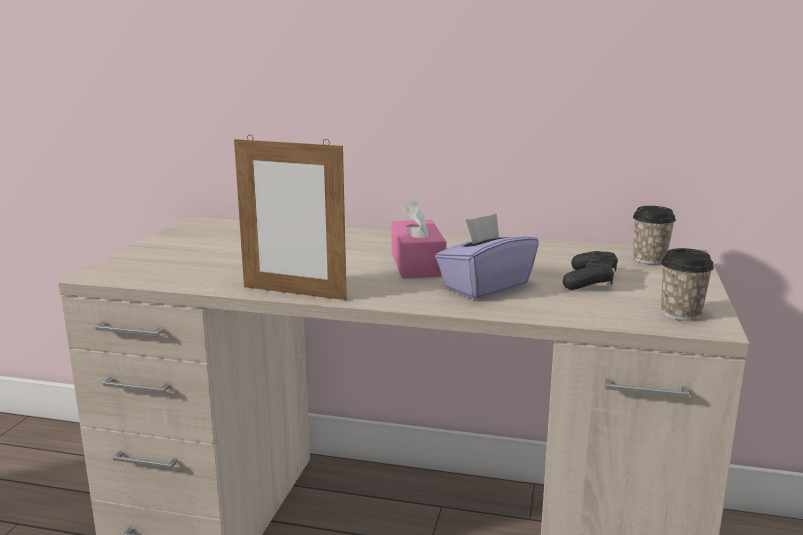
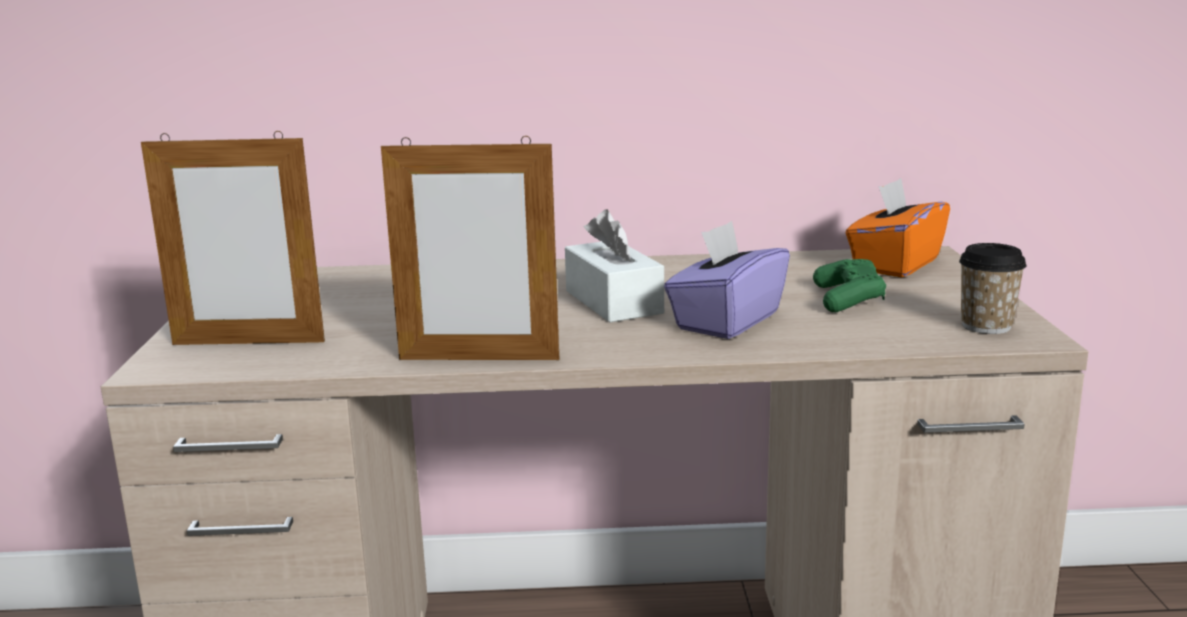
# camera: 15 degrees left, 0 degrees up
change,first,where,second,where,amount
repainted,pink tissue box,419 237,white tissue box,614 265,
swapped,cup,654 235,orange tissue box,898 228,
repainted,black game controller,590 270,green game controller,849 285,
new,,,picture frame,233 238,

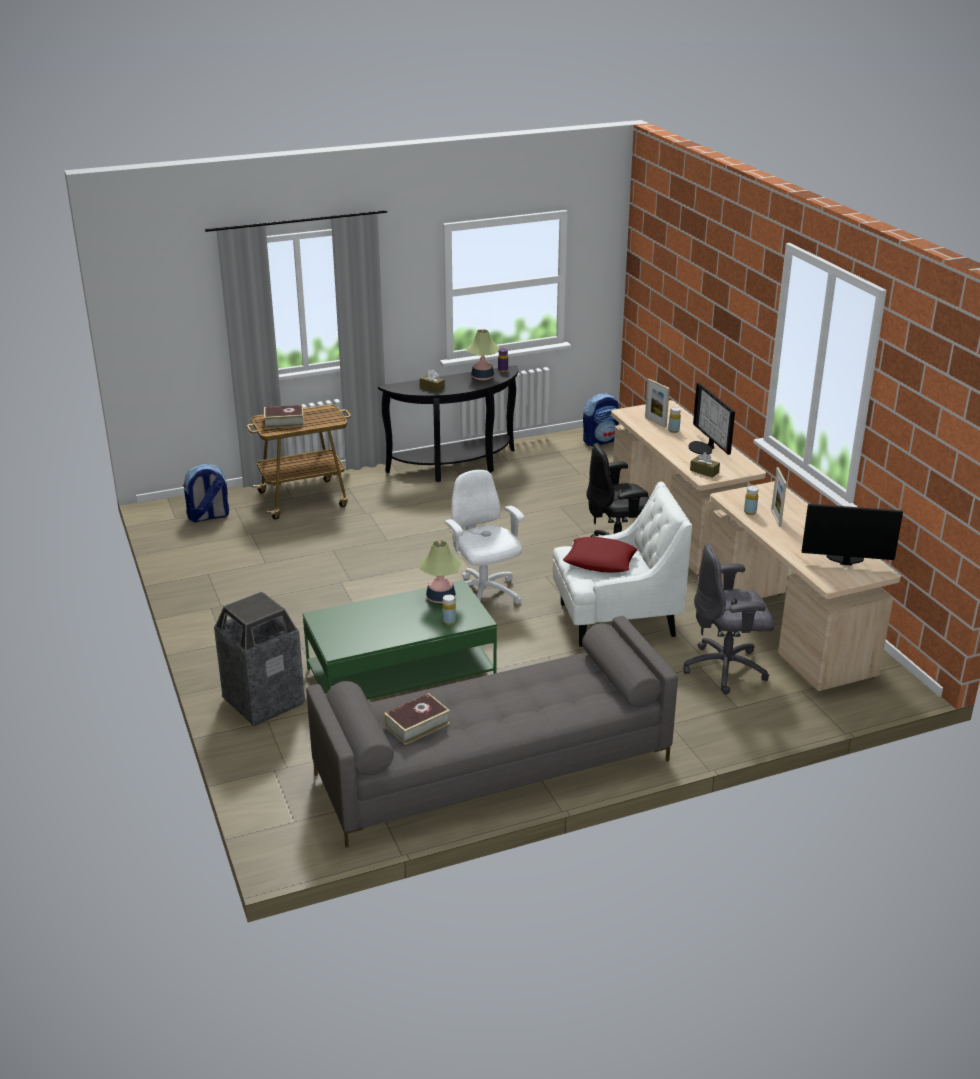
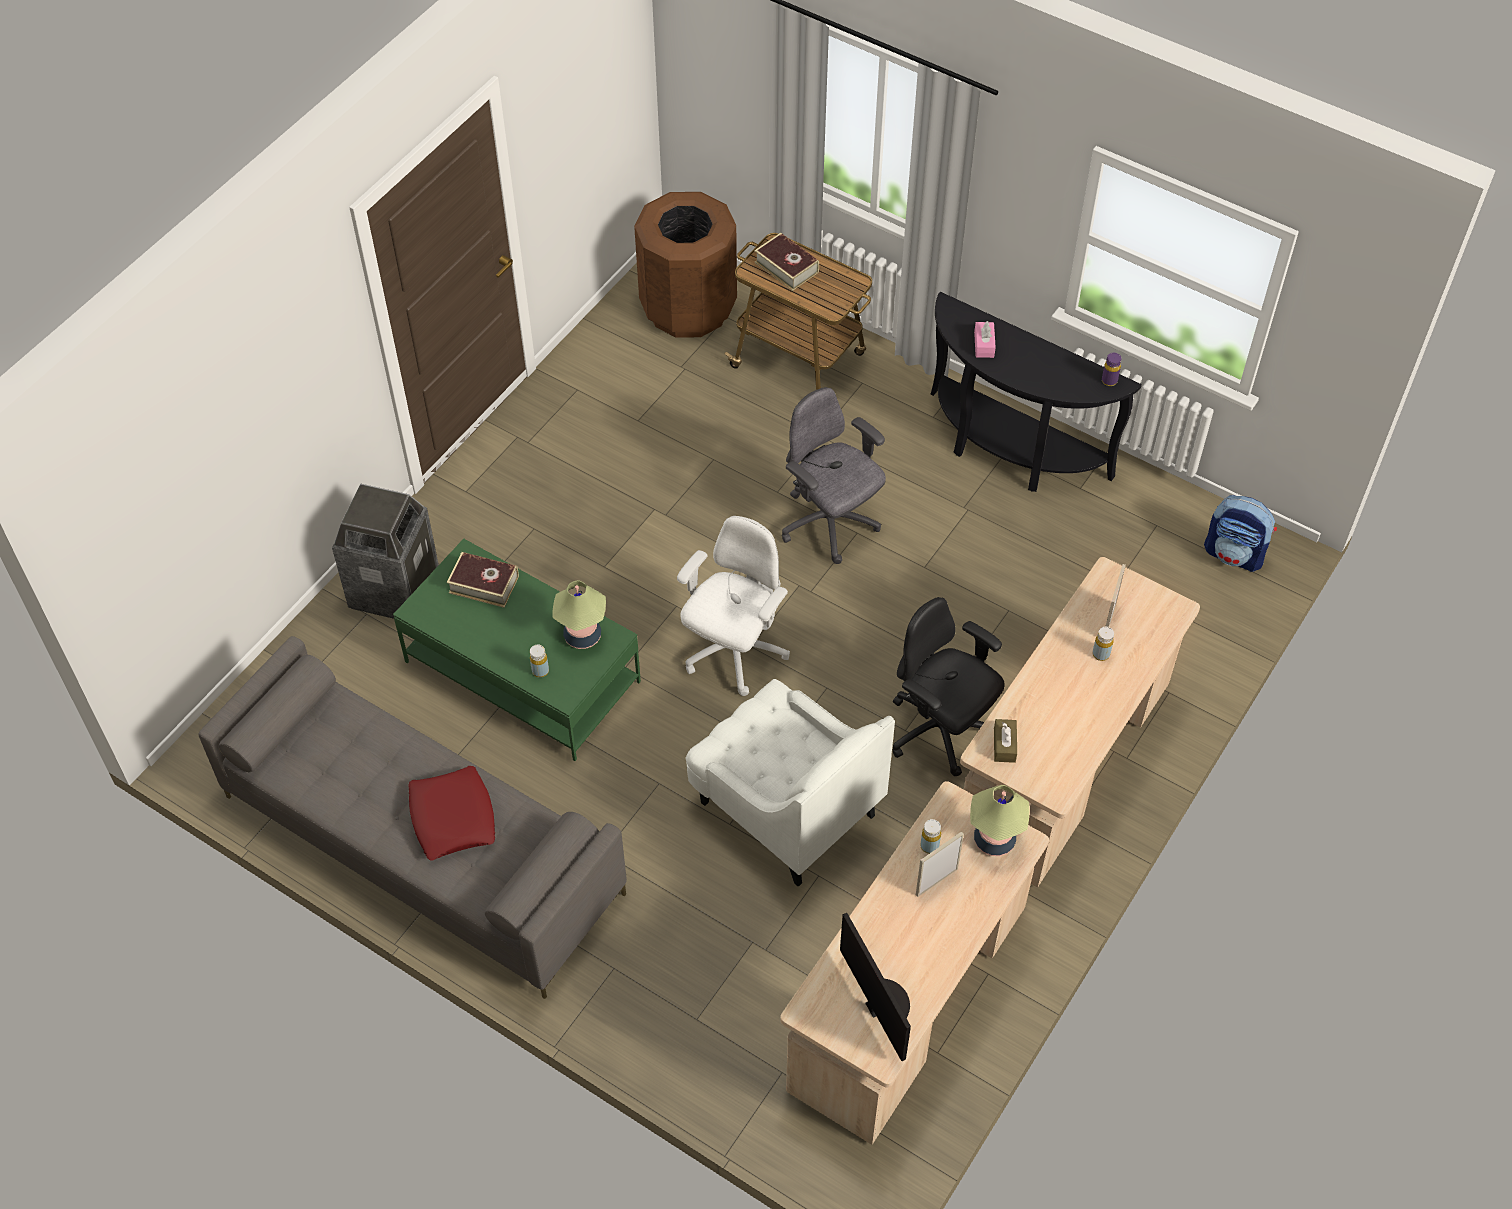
# camera: 55 degrees right, 25 degrees up
change,first,where,second,where,amount
shifted,table lamp,482 354,,999 820,
repainted,brown tissue box,432 381,pink tissue box,985 339,
gone,monitor,711 419,,,
swapped,backpack,206 493,brown trash can,685 265,
shifted,red pillow,600 554,,452 813,
shifted,grey office chair,728 618,,834 475,
shifted,book,417 719,,483 580,

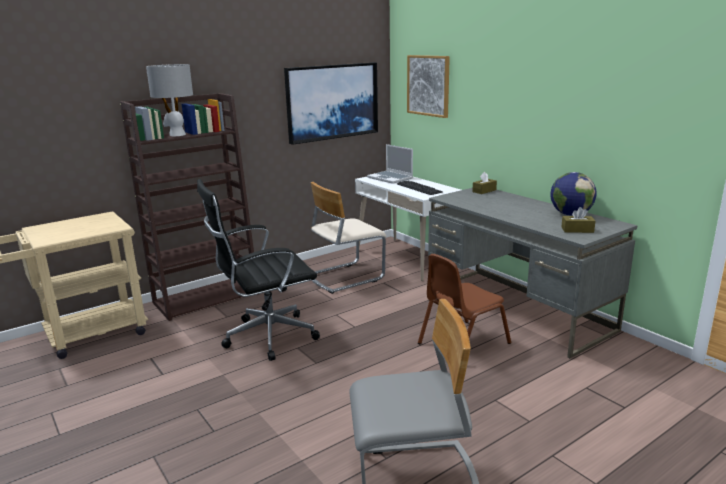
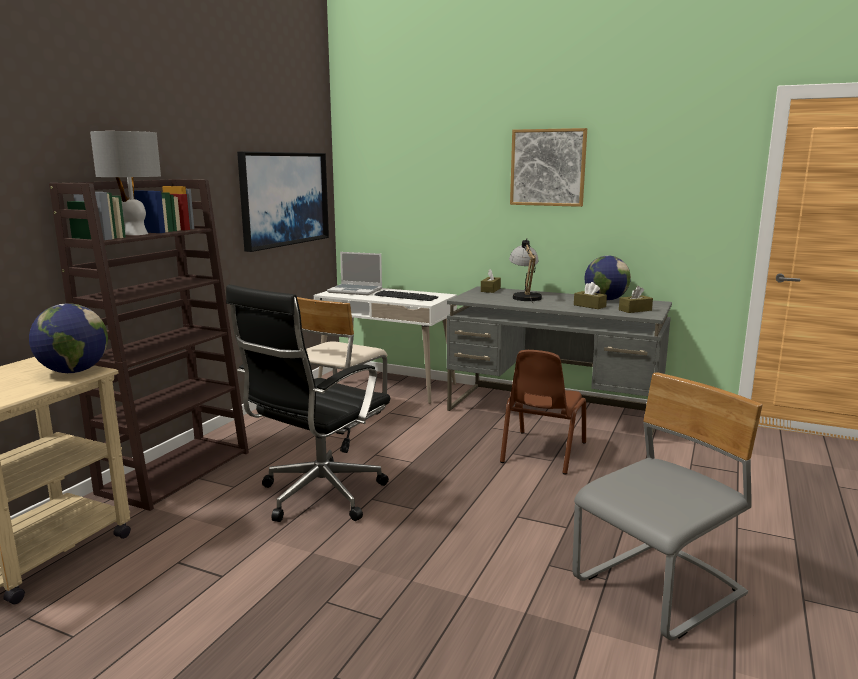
# camera: 30 degrees left, 5 degrees down
change,first,where,second,where,amount
shifted,picture,428 86,,548 167,
new,,,table lamp,525 270,
new,,,brown tissue box,590 295,
new,,,globe,68 338,

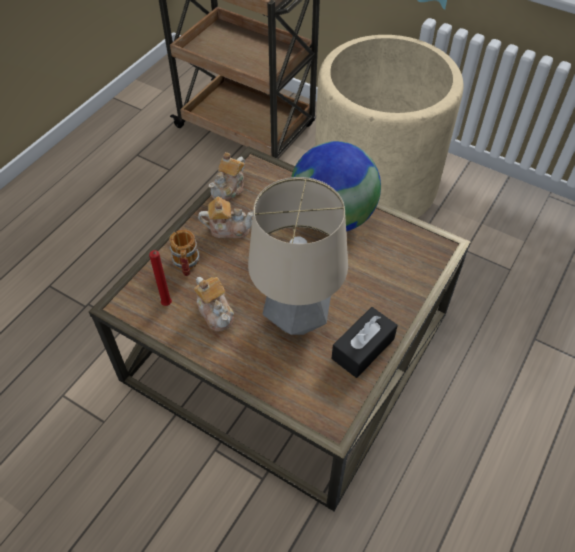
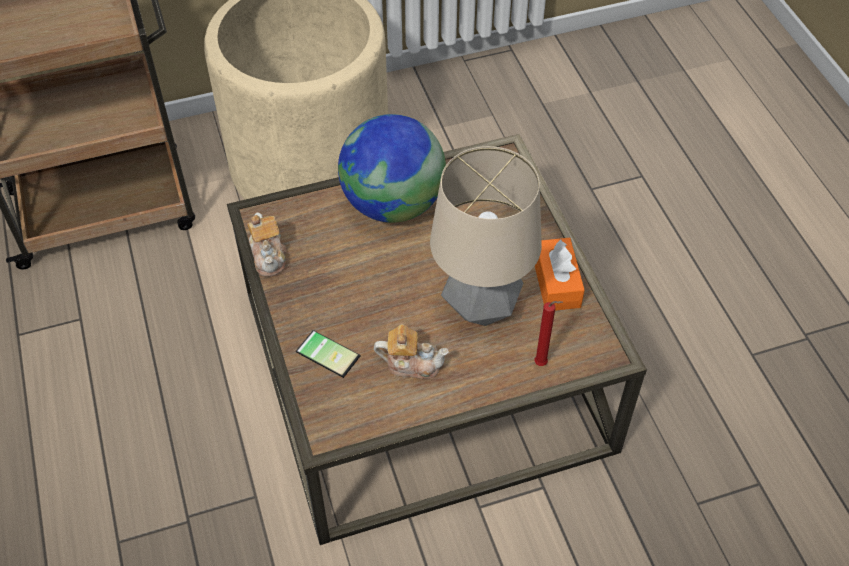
# camera: 50 degrees left, 0 degrees up
change,first,where,second,where,amount
gone,teapot,225 217,,,
swapped,mug,184 253,phone,328 354,
shifted,red candle,160 278,,548 333,
repainted,black tissue box,365 342,orange tissue box,560 274,

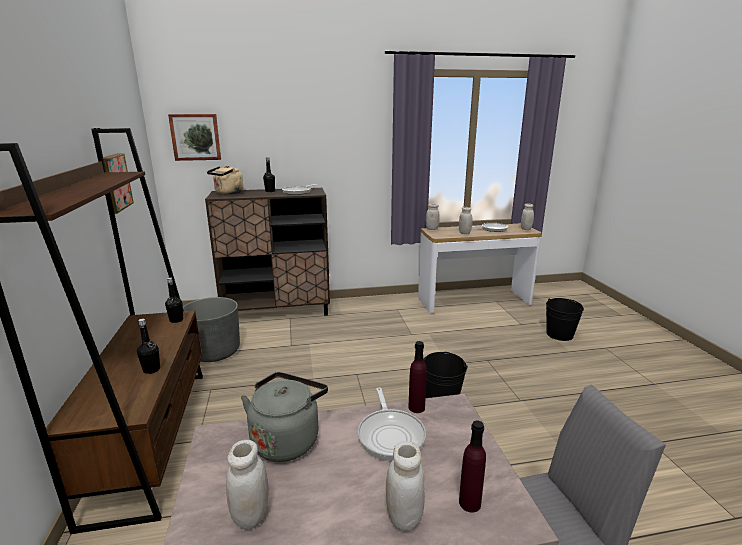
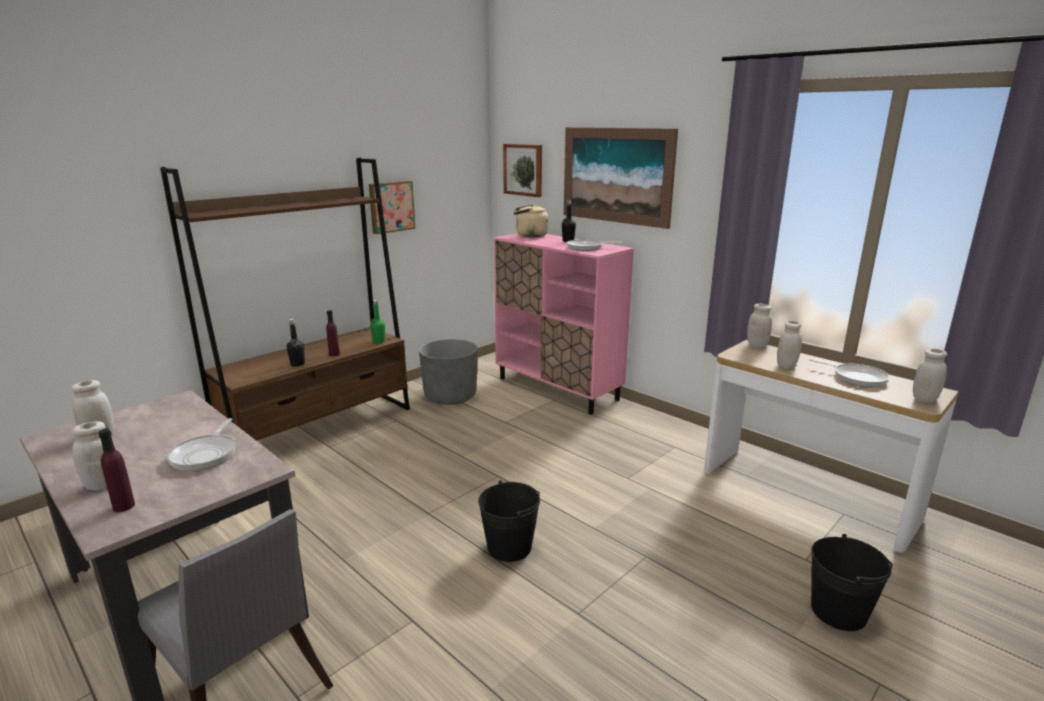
# camera: 55 degrees right, 0 degrees up
change,first,where,second,where,amount
repainted,brown cabinet,267 252,pink cabinet,564 323,
repainted,black bottle,174 300,green bottle,378 321,
shifted,purple bottle,418 377,,333 333,
gone,grey kettle,284 417,,,
rotated,frying pan,392 424,,201 444,45 degrees counterclockwise
new,,,picture,621 178,

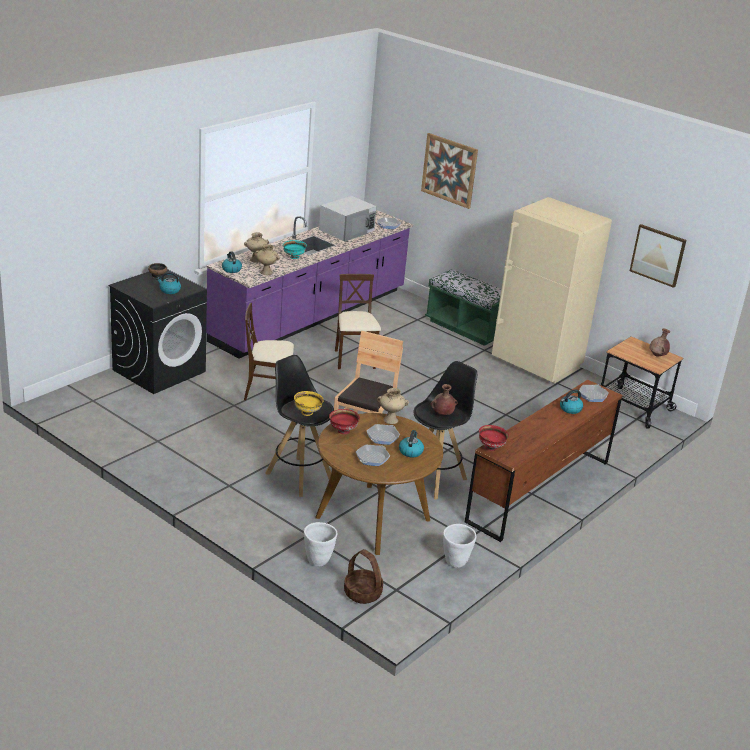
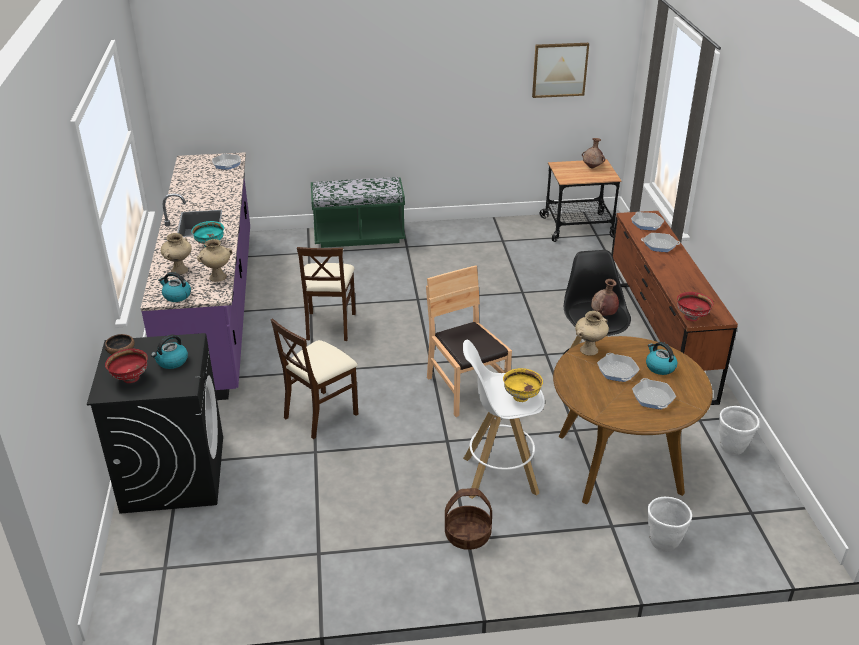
# camera: 45 degrees left, 5 degrees up
change,first,where,second,where,amount
gone,picture,449 171,,,
gone,white microwave,348 218,,,
gone,beige fridge,552 290,,,
rotated,beige chair,358 322,,326 294,120 degrees counterclockwise
repainted,black stool,299 426,white stool,504 419,
swapped,kettle,571 401,frying pan,660 242,
shifted,red bowl,344 421,,126 366,
shifted,basket,363 576,,468 519,

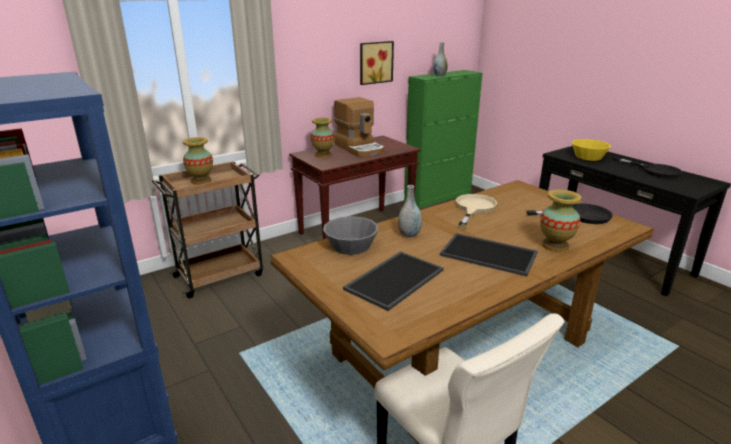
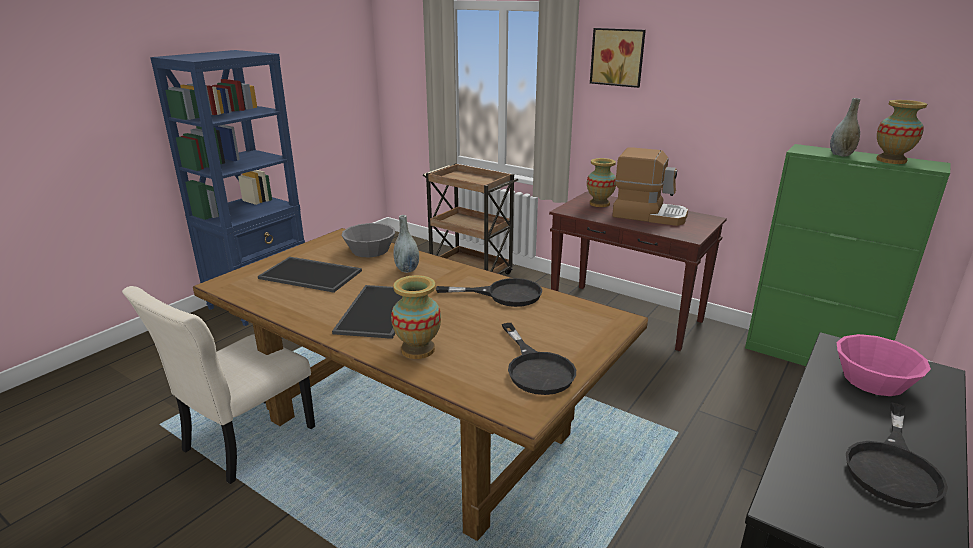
# camera: 70 degrees right, 0 degrees up
change,first,where,second,where,amount
shifted,picture,377 63,,618 58,
rotated,coffee machine,359 127,,650 186,105 degrees counterclockwise
shifted,vase,198 161,,901 132,
repainted,yellow bowl,591 150,pink bowl,883 365,
repainted,beige frying pan,476 211,black frying pan,489 292,

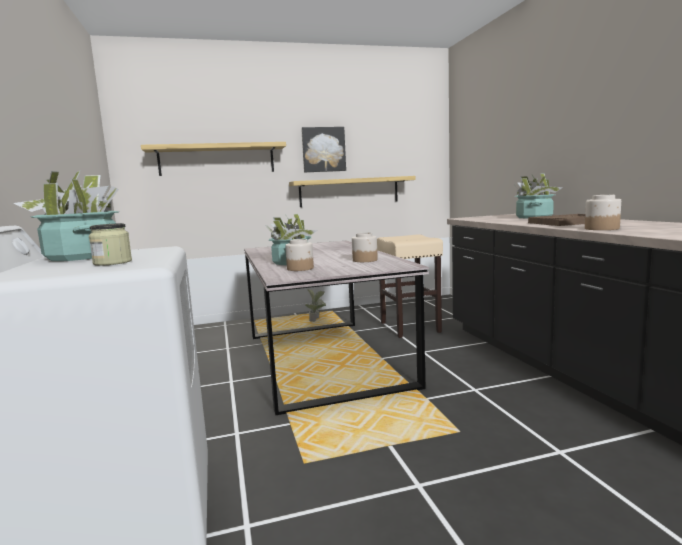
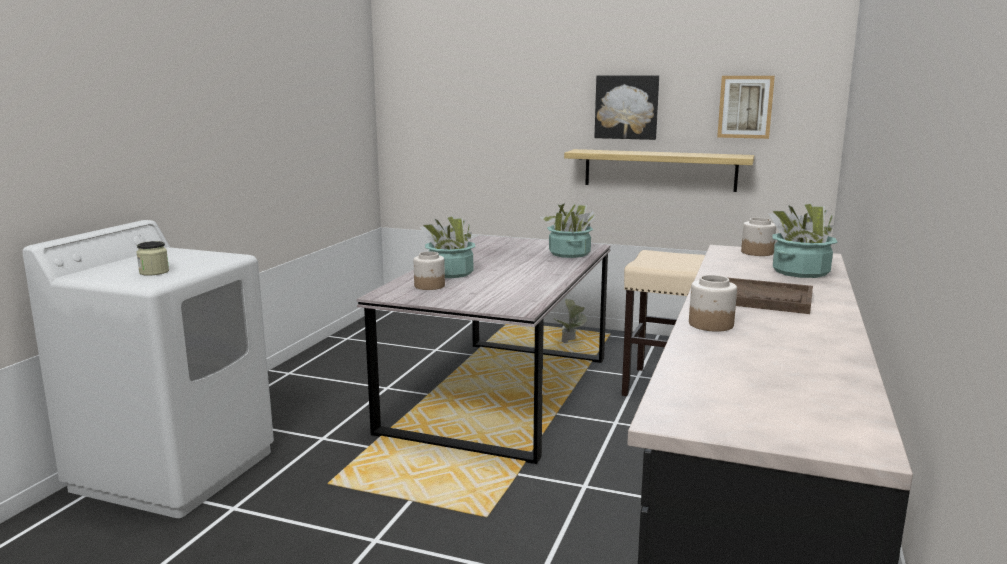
# camera: 35 degrees right, 5 degrees up
change,first,where,second,where,amount
gone,shelf,213 159,,,
shifted,potted plant,66 215,,567 231,
shifted,jar,365 247,,758 237,
new,,,picture,746 107,

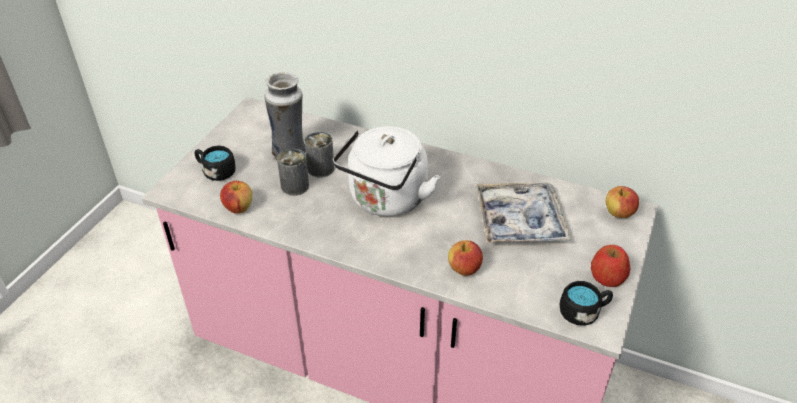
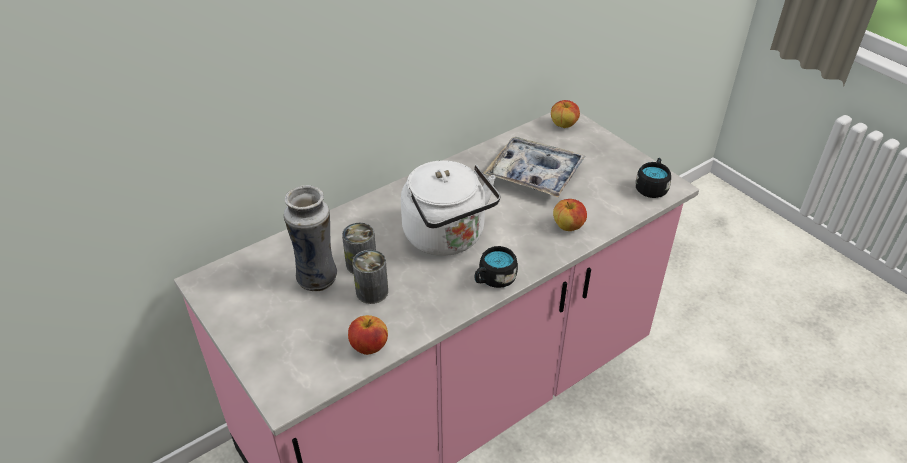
# camera: 60 degrees left, 0 degrees up
change,first,where,second,where,amount
shifted,black mug,215 163,,496 267,
gone,apple,610 266,,,

